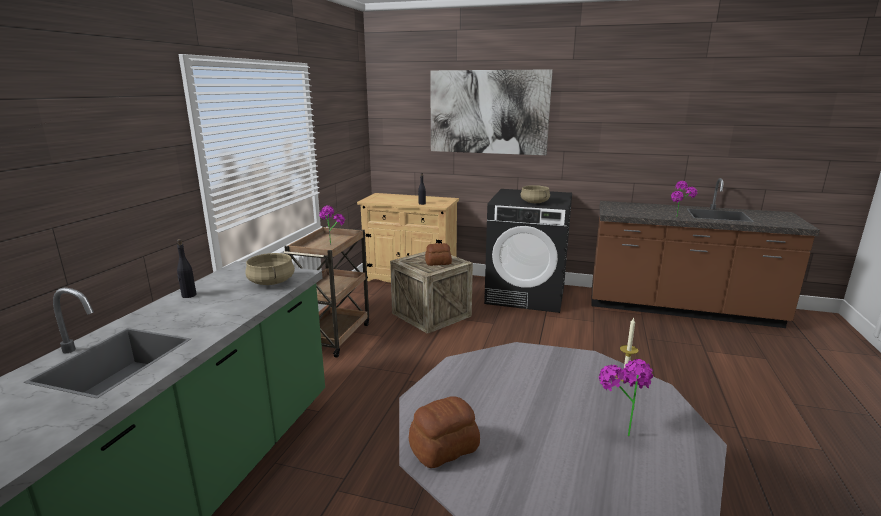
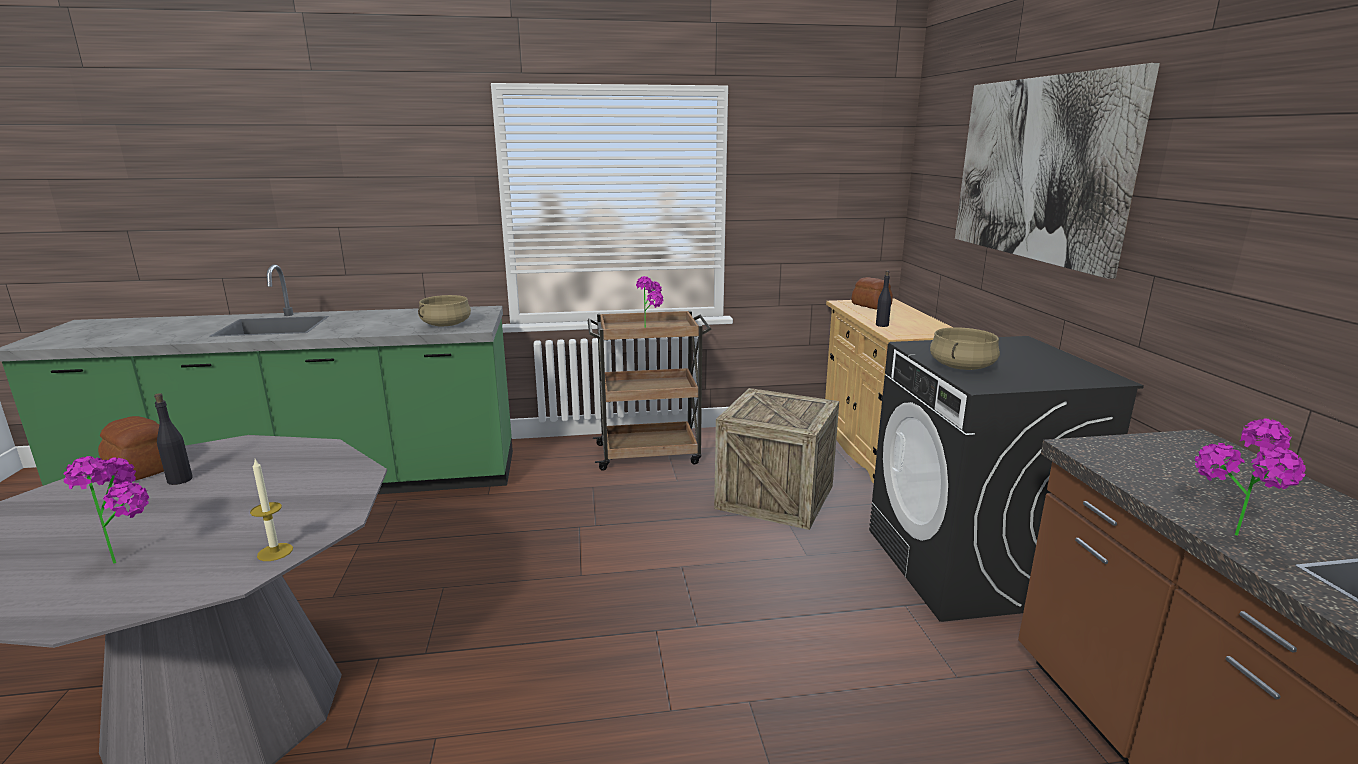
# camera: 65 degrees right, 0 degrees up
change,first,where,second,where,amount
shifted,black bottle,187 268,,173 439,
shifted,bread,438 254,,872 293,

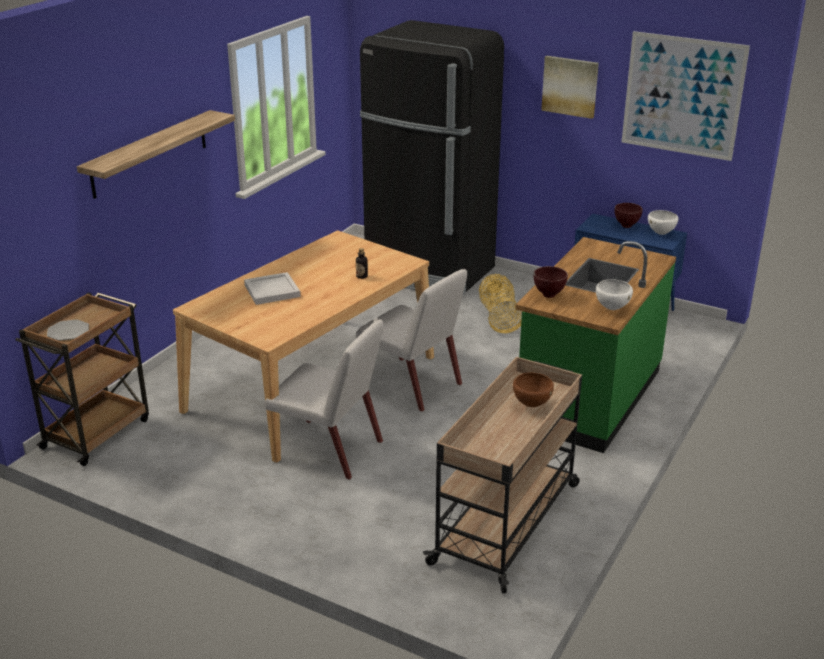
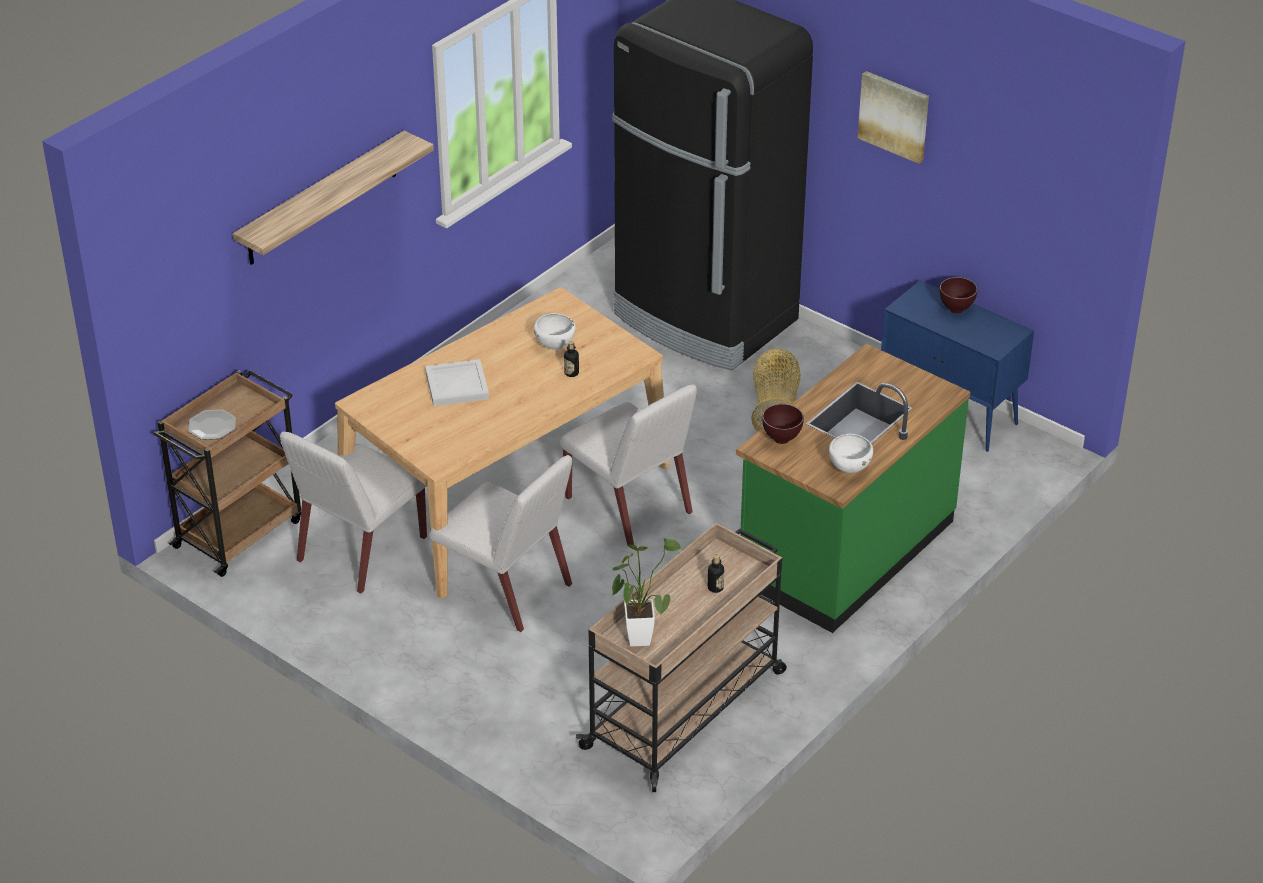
# camera: 10 degrees right, 10 degrees up
change,first,where,second,where,amount
gone,picture,686 96,,,
shifted,white bowl,663 222,,555 331,
swapped,brown bowl,533 390,bottle,716 574,
new,,,white chair,353 513,
new,,,potted plant,646 592,

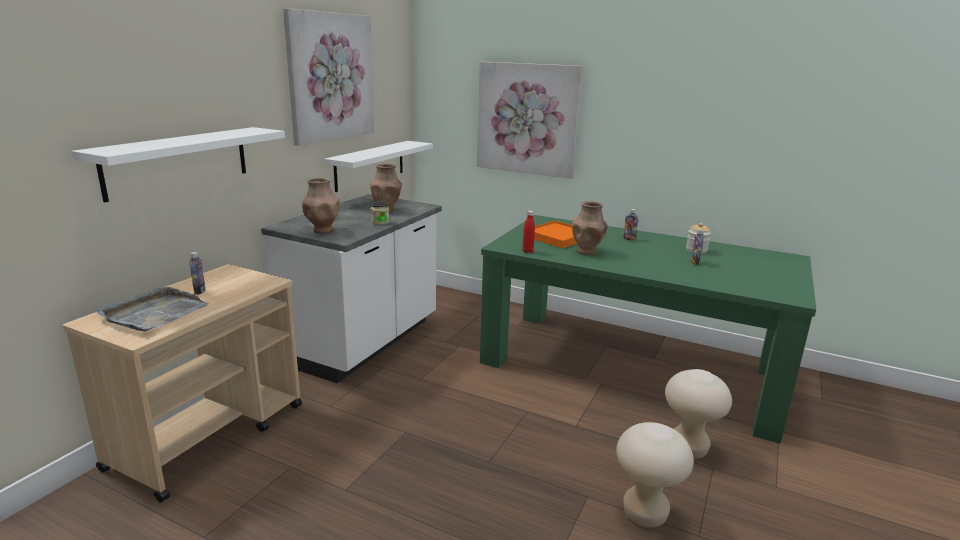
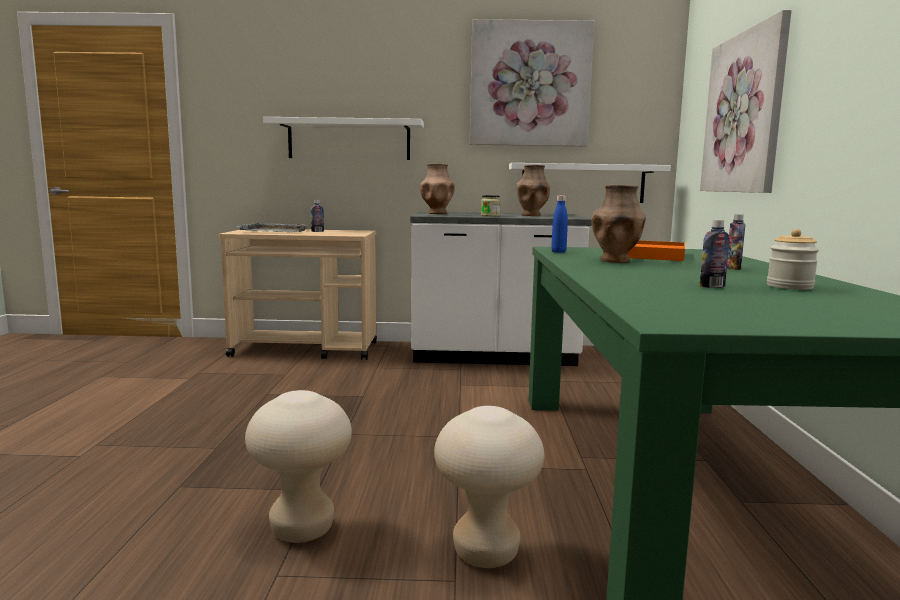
# camera: 65 degrees right, 10 degrees down
change,first,where,second,where,amount
repainted,red bottle,528 232,blue bottle,559 224,

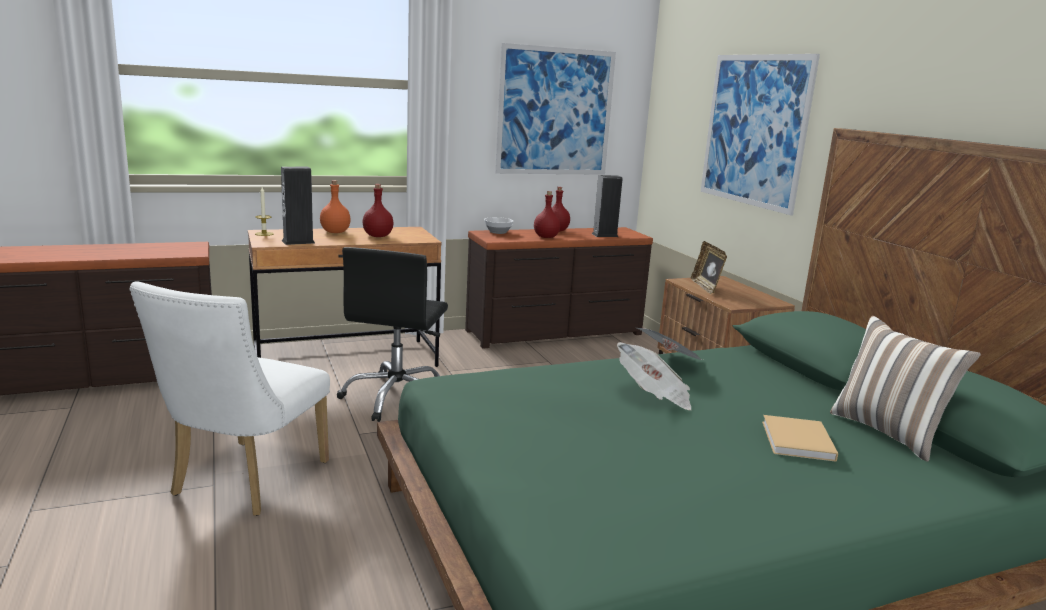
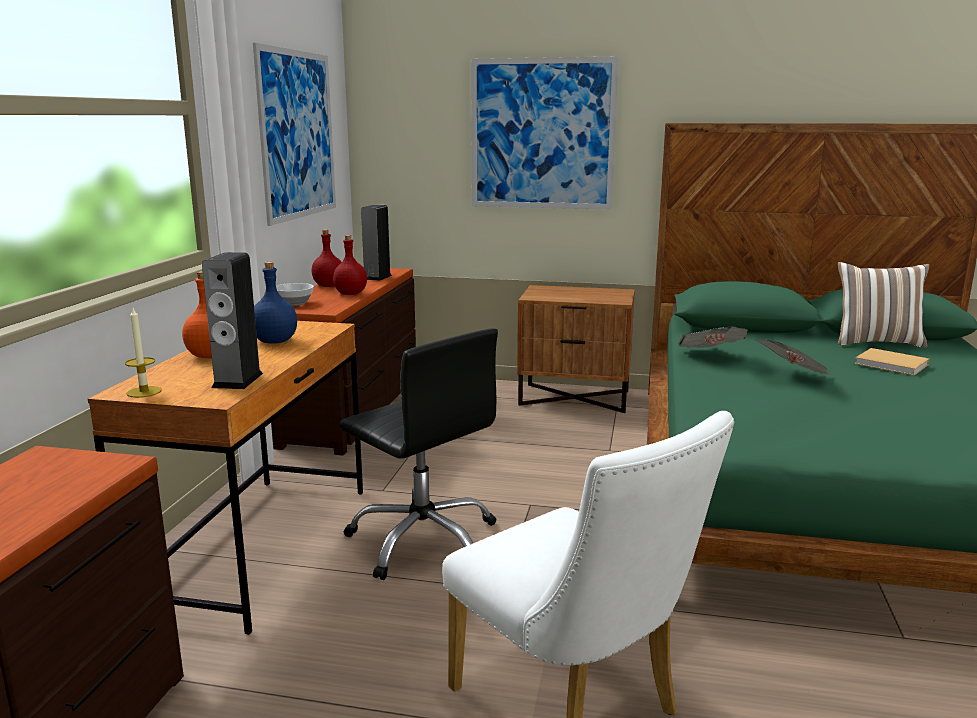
# camera: 55 degrees left, 0 degrees up
change,first,where,second,where,amount
repainted,red bottle,378 210,blue bottle,275 303,
gone,picture frame,709 268,,,

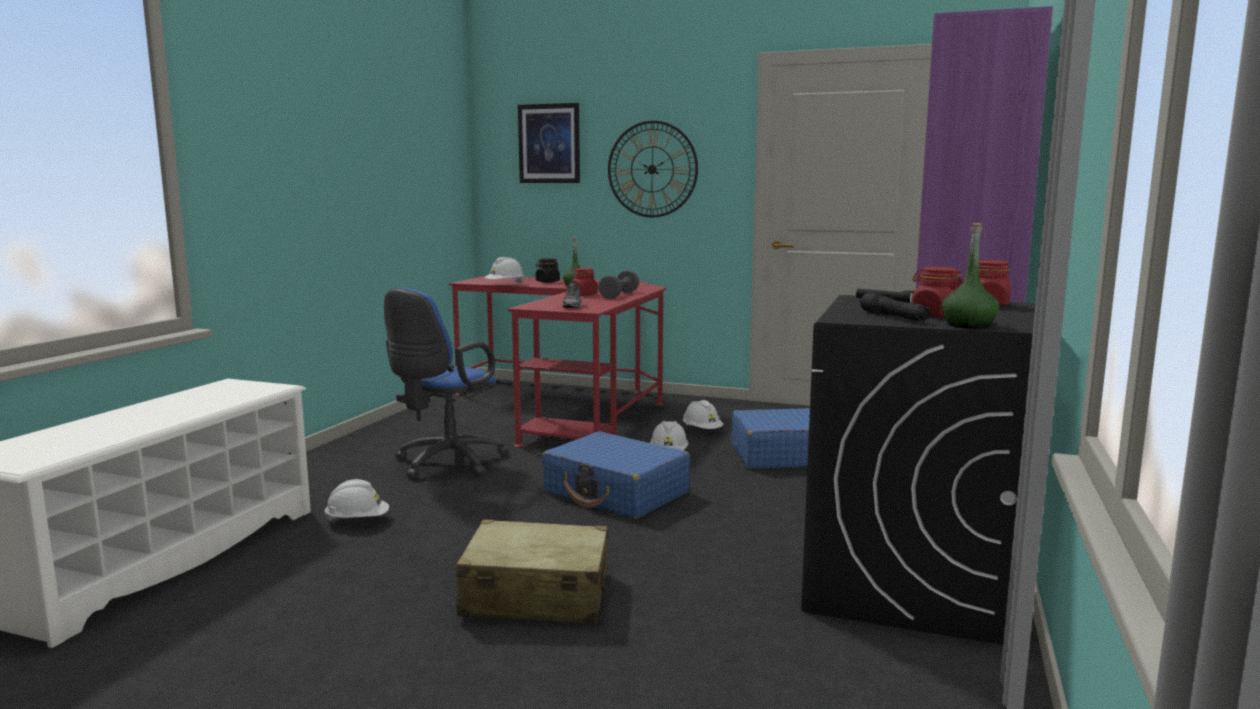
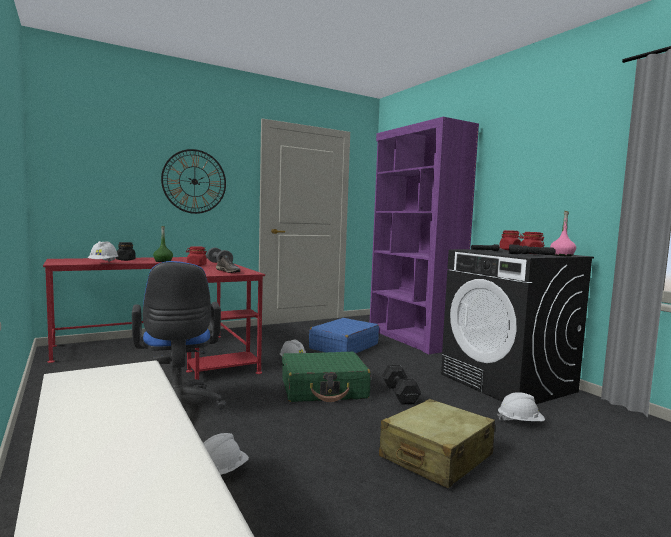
# camera: 50 degrees left, 5 degrees down
change,first,where,second,where,amount
gone,picture,549 143,,,
repainted,green bottle,970 276,pink bottle,563 234,
shifted,white hard hat,703 414,,521 406,
repainted,blue suitcase,616 475,green suitcase,326 377,
new,,,black dumbbell,402 385,

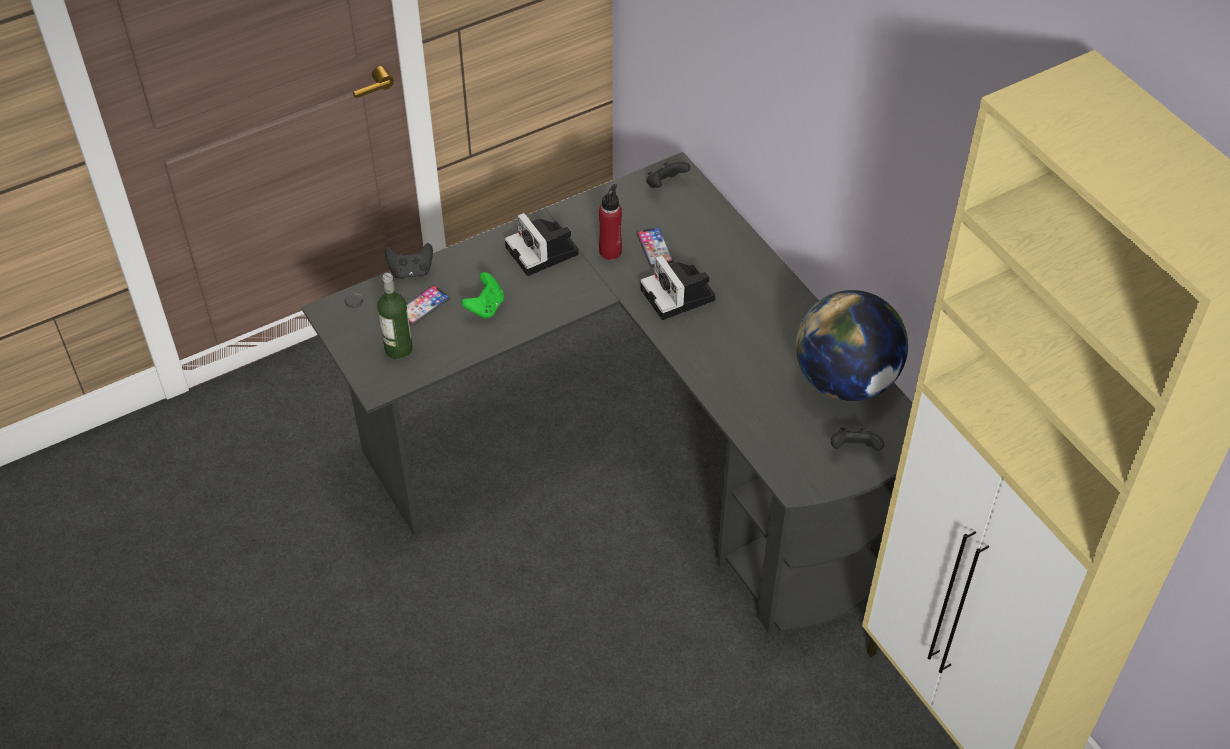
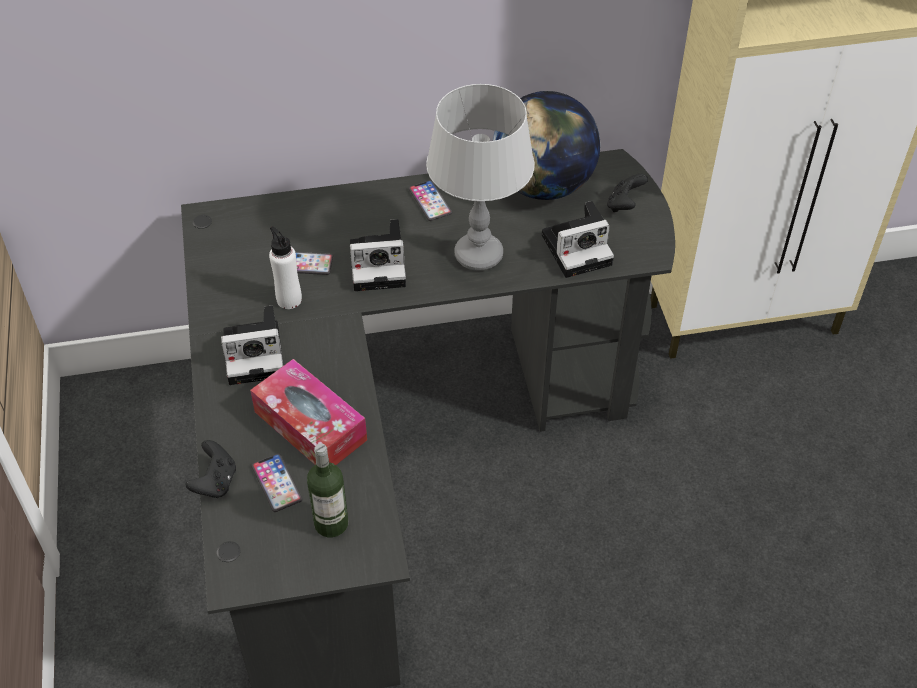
# camera: 70 degrees left, 0 degrees up
change,first,where,second,where,amount
gone,black game controller,668 175,,,
repainted,red bottle,610 222,white bottle,285 267,
swapped,green game controller,482 295,tissue box,308 412,
new,,,grey table lamp,480 177,
new,,,phone,430 200,
new,,,photo camera,578 239,

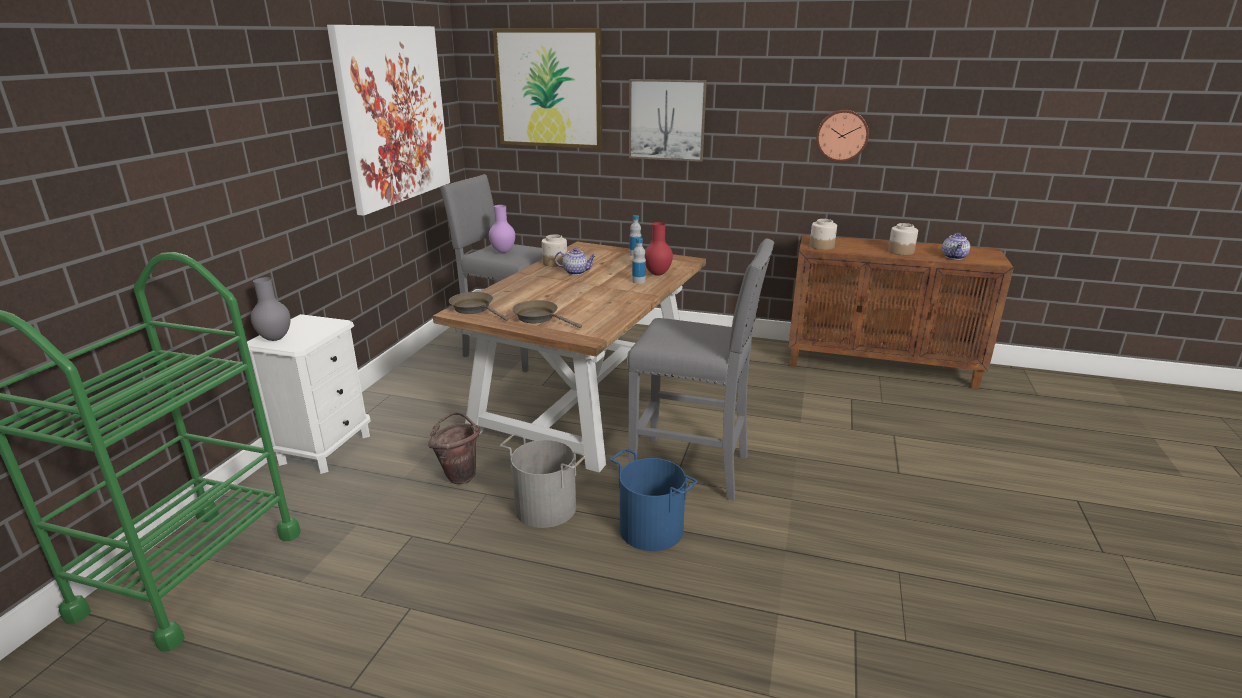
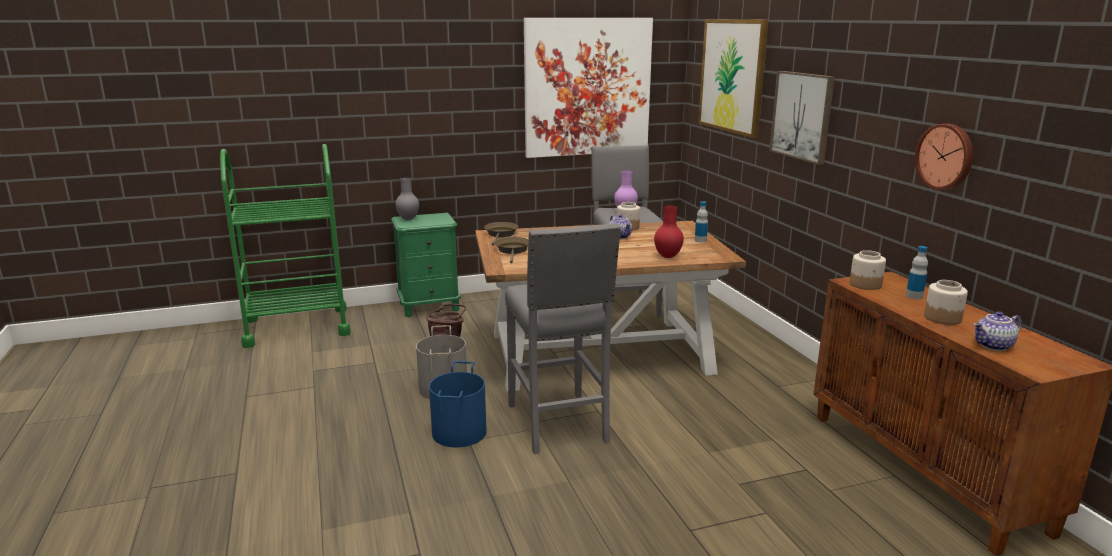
# camera: 55 degrees right, 5 degrees down
change,first,where,second,where,amount
shifted,bottle,639 261,,917 272,
repainted,white nightstand,309 394,green nightstand,426 265,

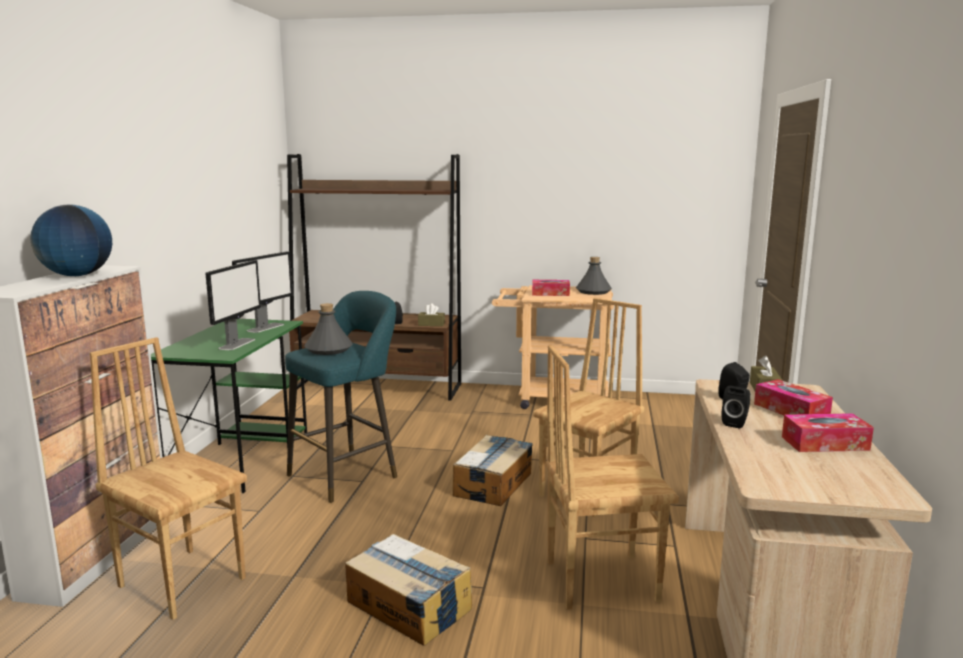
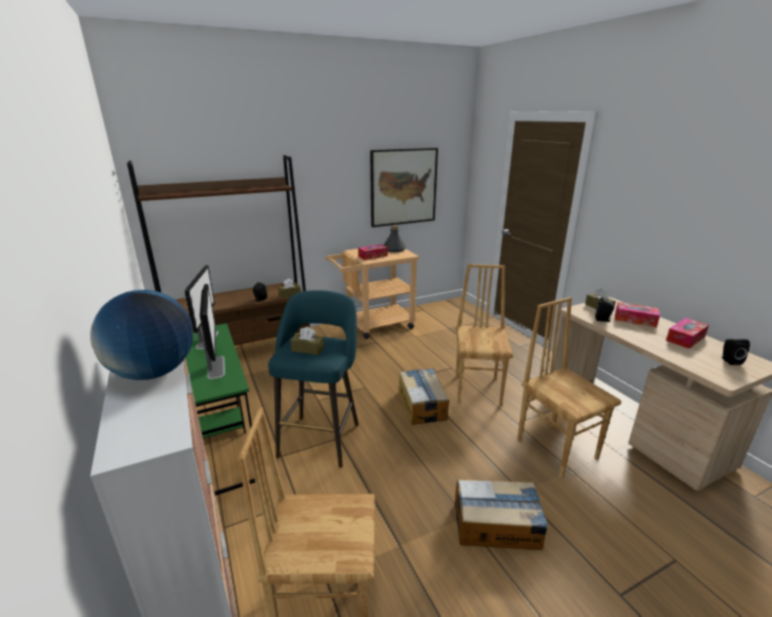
# camera: 35 degrees left, 10 degrees up
change,first,where,second,where,amount
swapped,grey bottle,329 329,brown tissue box,307 341,
rotated,brown chair,612 477,,569 387,105 degrees clockwise
shifted,black speaker,736 407,,736 352,
new,,,picture,404 187,

